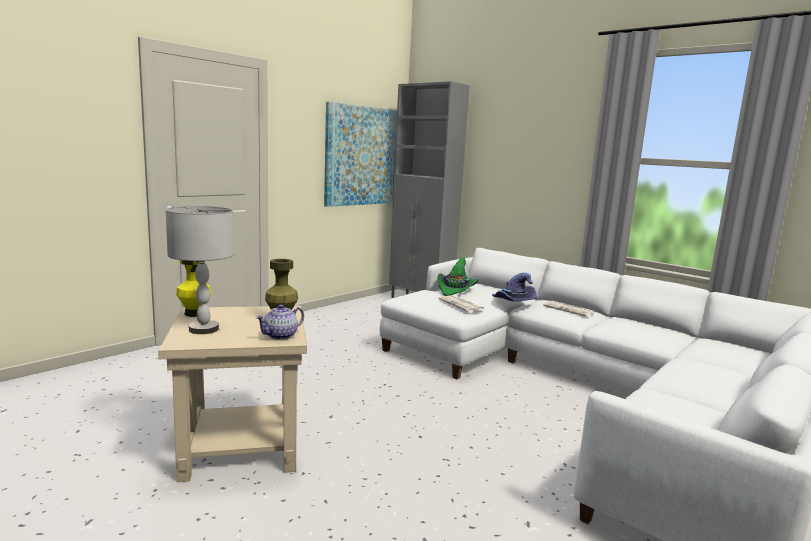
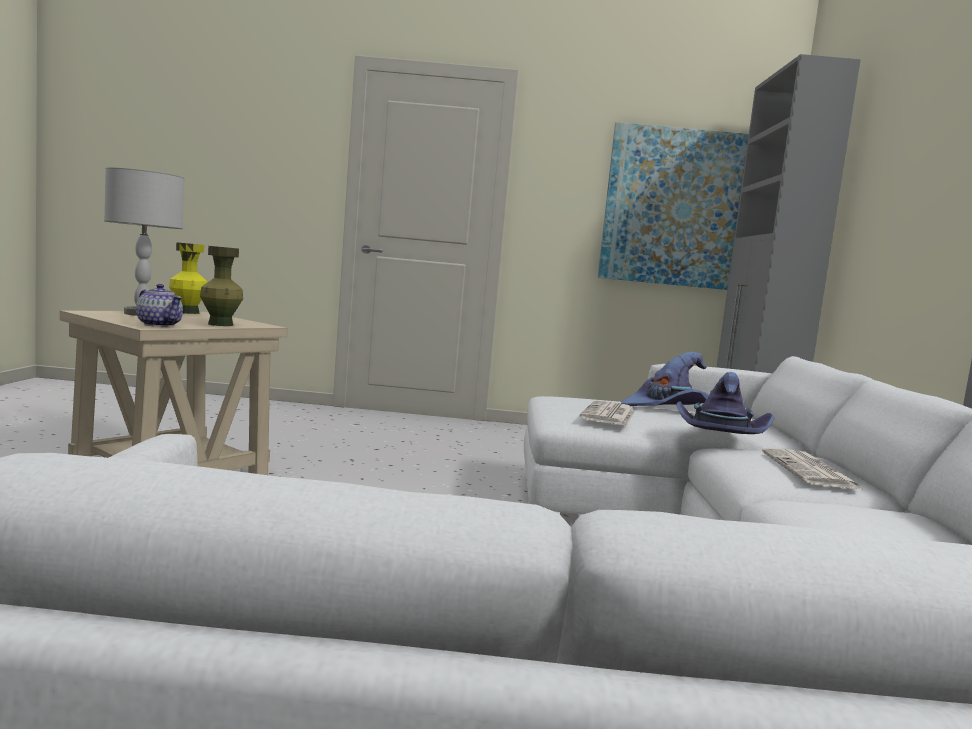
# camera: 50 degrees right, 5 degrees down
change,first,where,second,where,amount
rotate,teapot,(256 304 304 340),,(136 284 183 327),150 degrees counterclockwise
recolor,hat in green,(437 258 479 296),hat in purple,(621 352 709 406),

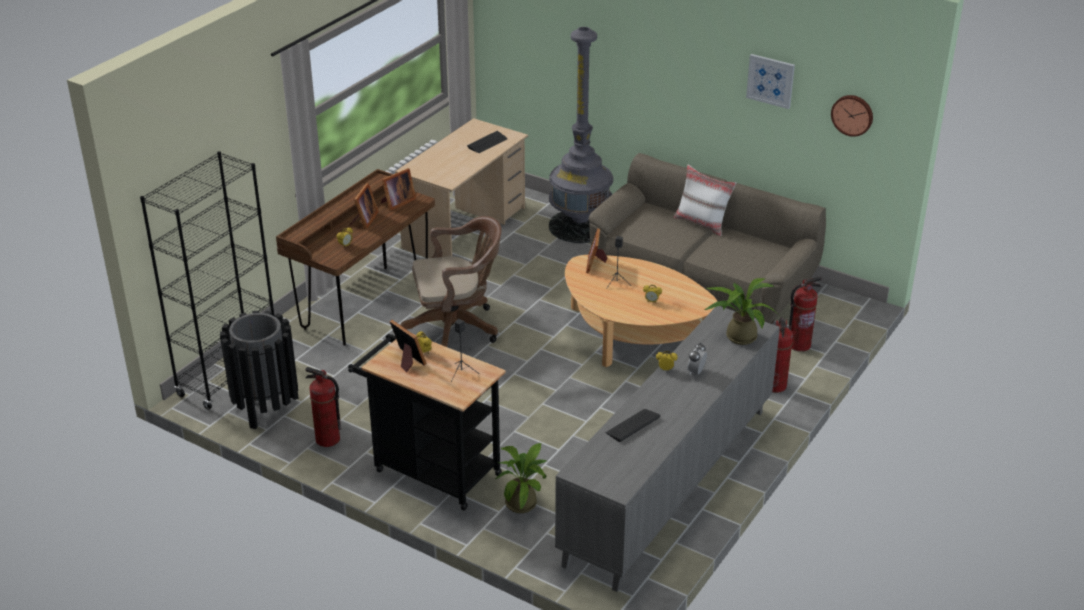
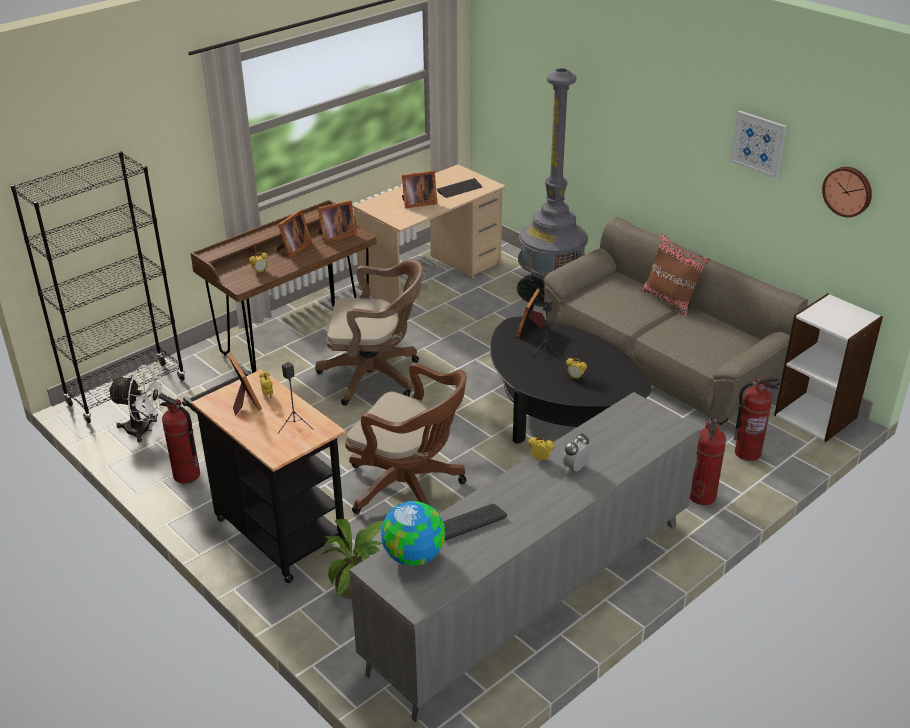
# camera: 15 degrees right, 0 degrees up
change,first,where,second,where,amount
replace,trash can in black,(220 311 299 429),fan in white,(108 365 165 443),
insert,,,office chair in brown,(345 363 467 514),
insert,,,globe,(381 501 445 566),
insert,,,picture frame,(402 171 437 208),
recolor,coffee table in beige,(565 255 718 367),coffee table in black,(490 317 651 444),
recolor,pillow in white,(674 165 736 236),pillow in brown,(641 234 710 317),
insert,,,bookcase in white,(774 293 883 442),
delete,potted plant,(704 278 780 345),,,

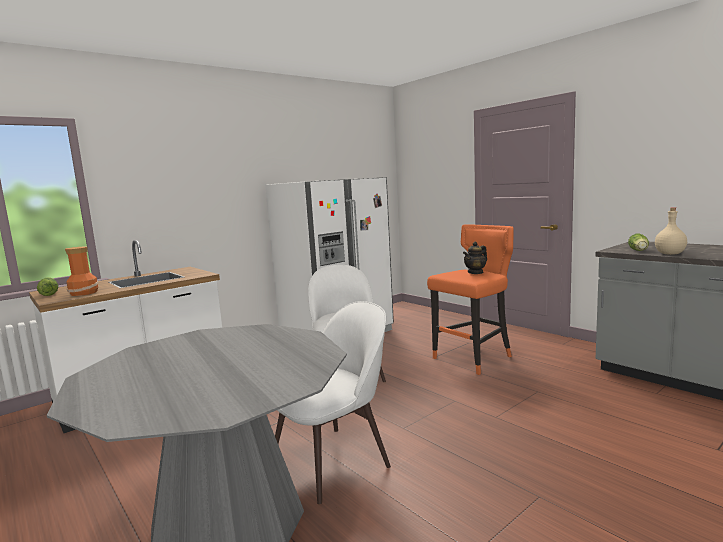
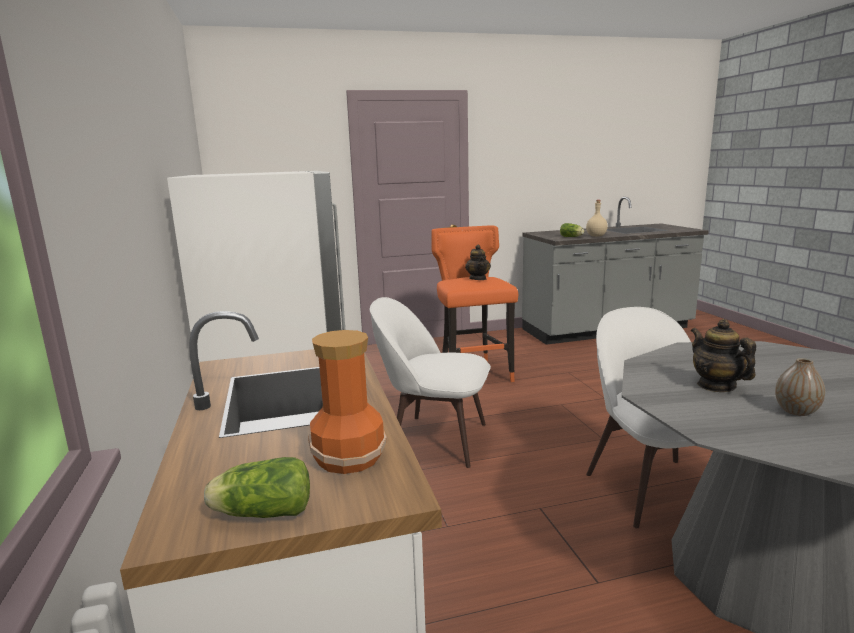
# camera: 65 degrees left, 5 degrees up
change,first,where,second,where,amount
insert,,,teapot,(691 319 756 392),
insert,,,vase,(775 358 825 416),

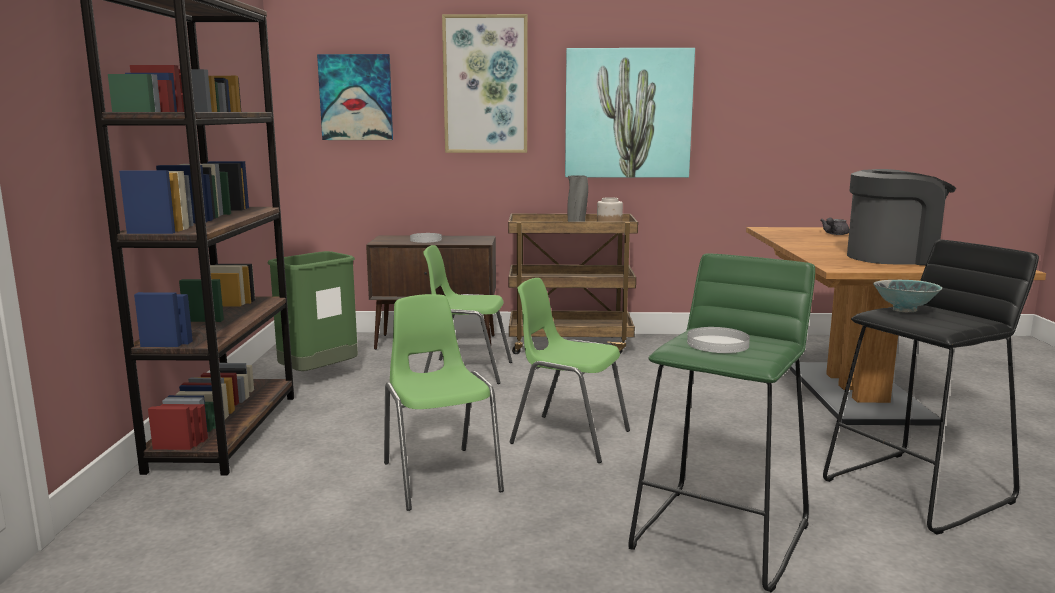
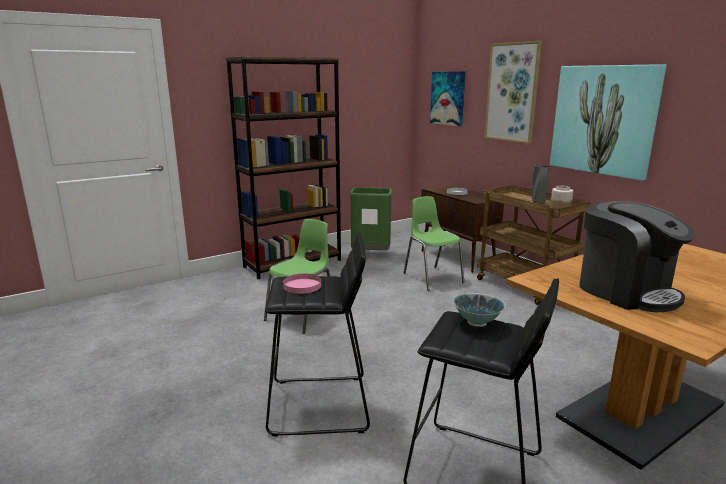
# camera: 55 degrees right, 5 degrees up
change,first,where,second,where,amount
recolor,stool in green,(628 253 815 593),stool in black,(265 233 370 436),
recolor,plate in white,(687 327 750 353),plate in pink,(283 274 321 294),
delete,chair in green,(509 278 630 463),,,
delete,teapot in grey,(820 218 849 235),,,

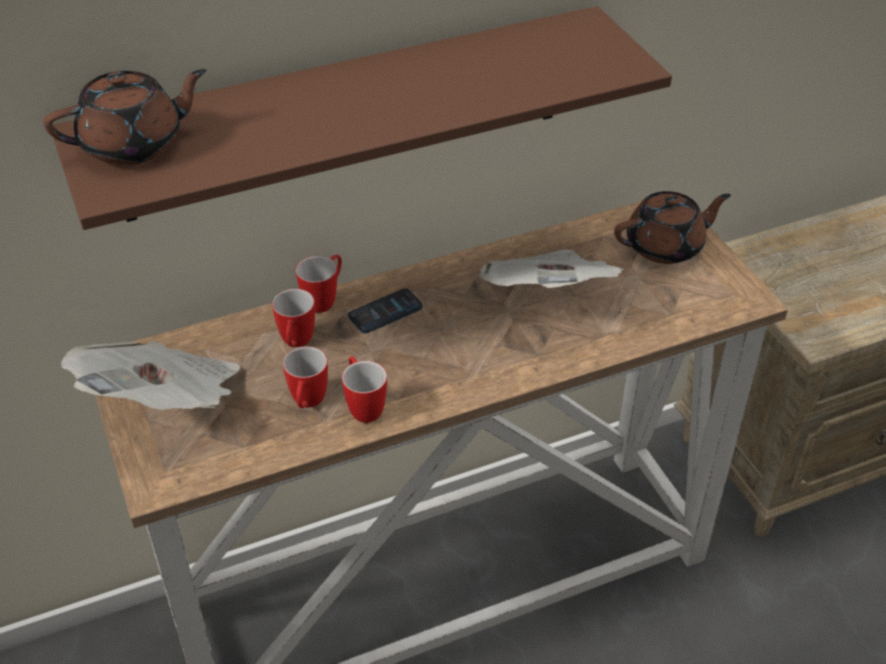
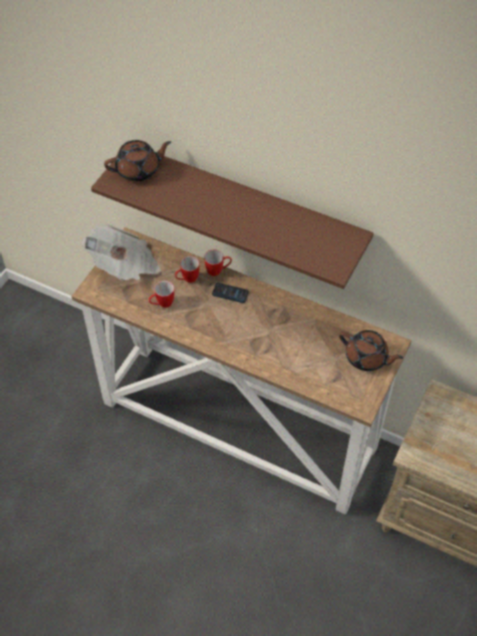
# camera: 50 degrees right, 10 degrees up
change,first,where,second,where,amount
rotate,teapot in brown,(44 69 207 165),,(104 140 171 182),45 degrees counterclockwise
delete,mug,(342 356 387 423),,,
delete,newspaper,(479 249 623 288),,,

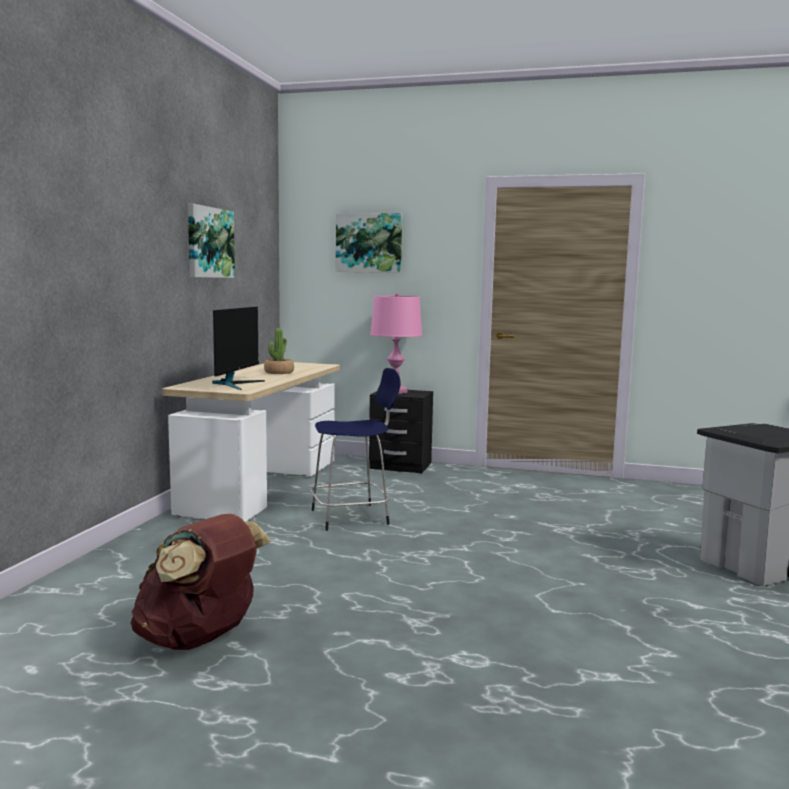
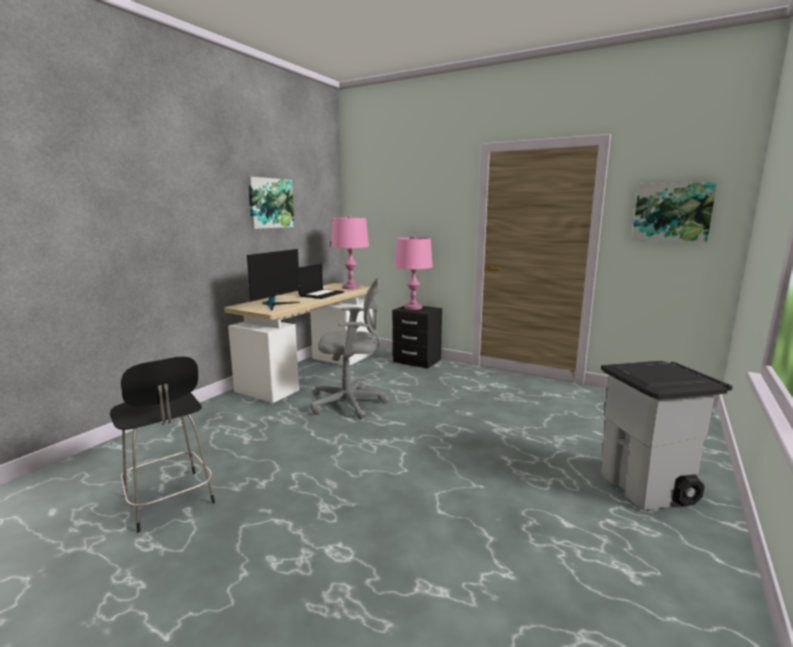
# camera: 15 degrees right, 5 degrees up
change,first,where,second,where,amount
replace,backpack in brown,(131 514 272 650),stool in black,(110 357 215 532),
replace,potted plant,(264 328 294 374),laptop,(298 264 344 299),
replace,stool in blue,(310 368 400 531),office chair in grey,(311 278 389 419),
insert,,,table lamp in pink,(331 215 369 289),
move,picture,(336 213 402 273),,(632 182 717 242),

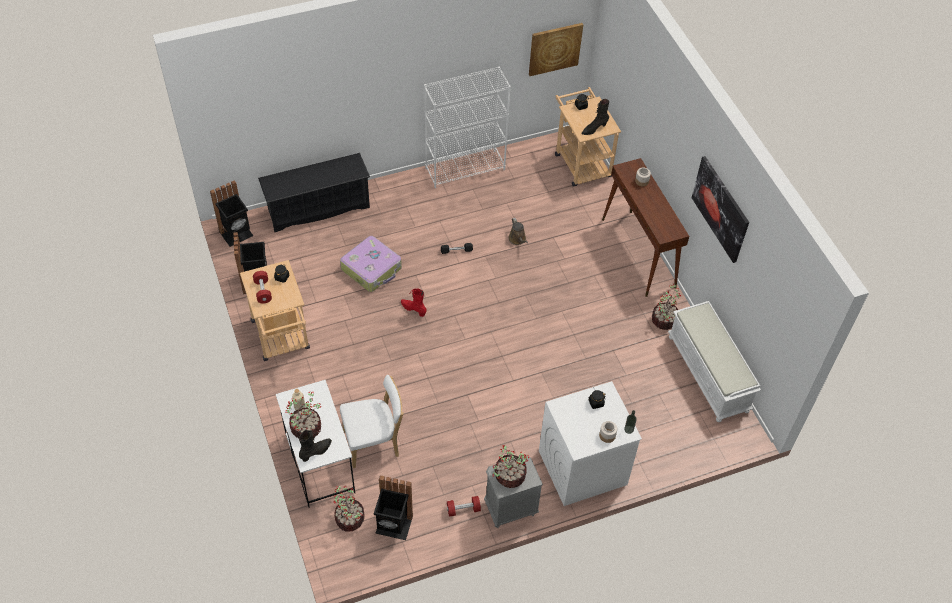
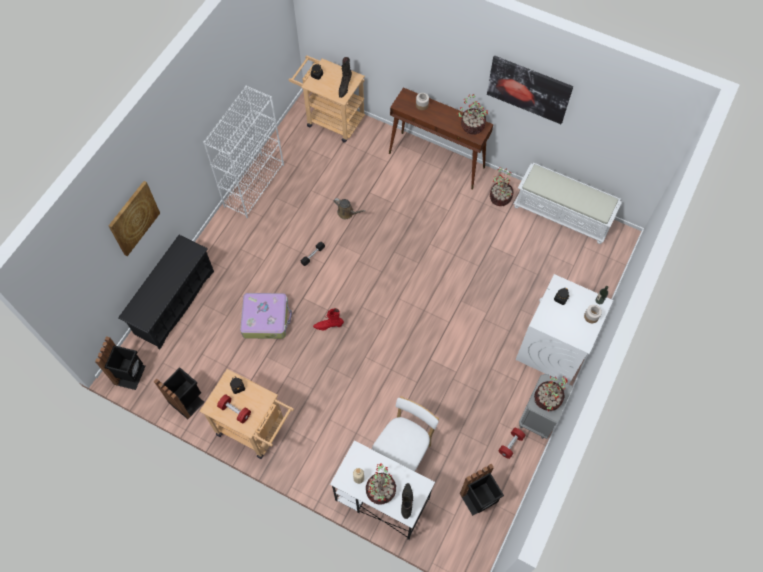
# camera: 40 degrees left, 10 degrees up
change,first,where,second,where,amount
move,picture,(529 23 583 76),,(109 181 160 256),
move,potted plant,(334 486 365 531),,(456 94 488 135),

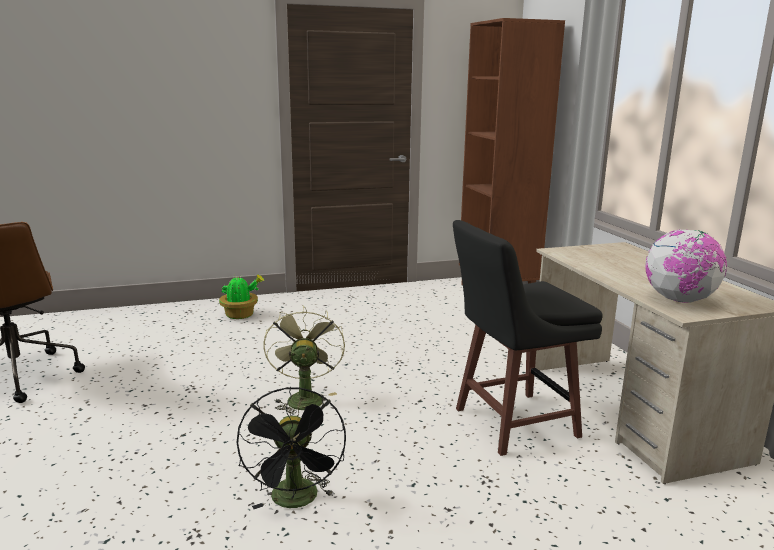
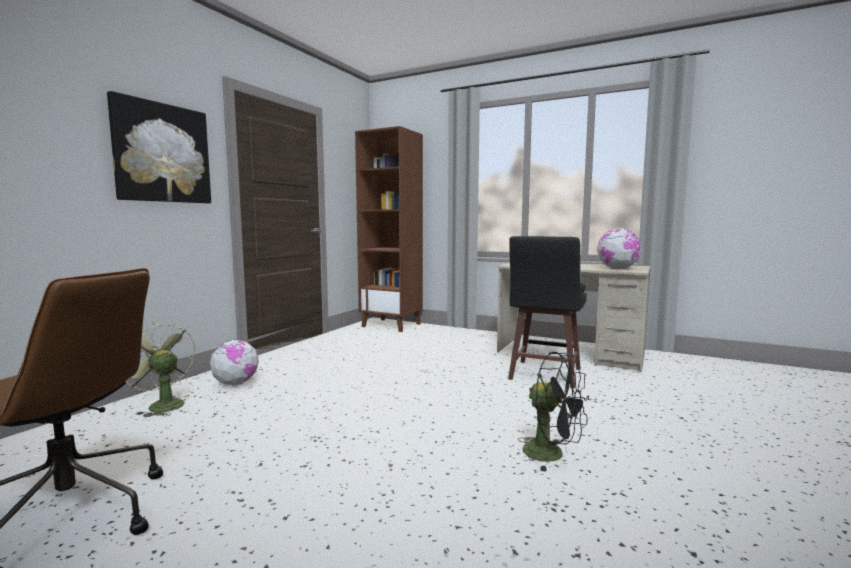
# camera: 45 degrees left, 10 degrees down
change,first,where,second,where,amount
insert,,,picture,(107 91 211 203),
move,fan in green,(263 305 345 416),,(126 322 195 417),
replace,potted plant,(219 274 264 319),globe,(210 339 259 385),

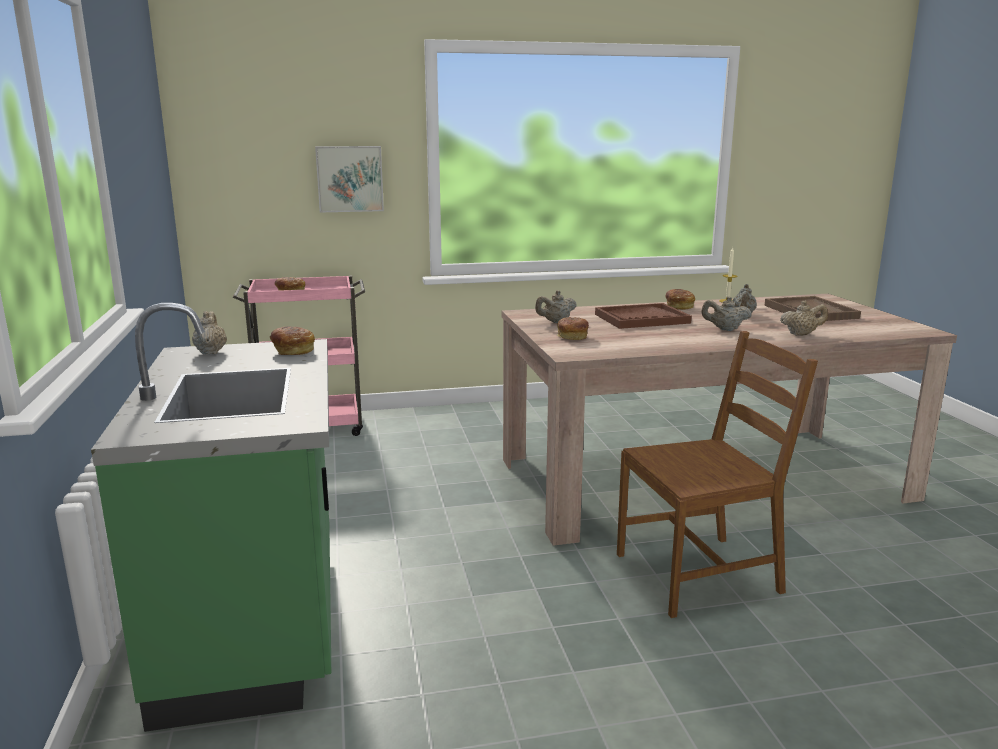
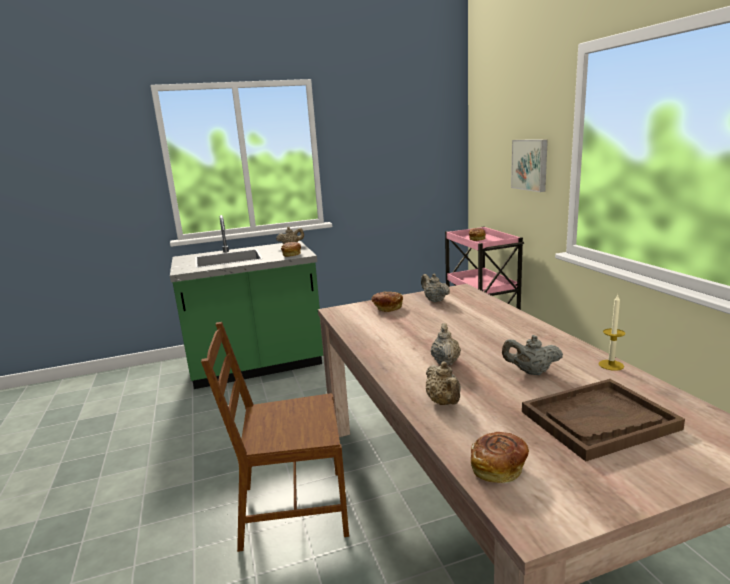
# camera: 85 degrees right, 0 degrees up
change,first,where,second,where,amount
rotate,chair in brown,(617 331 818 618),,(201 322 349 552),105 degrees clockwise
move,bread,(665 289 695 310),,(471 432 529 483),
delete,tray in brown,(595 303 692 329),,,

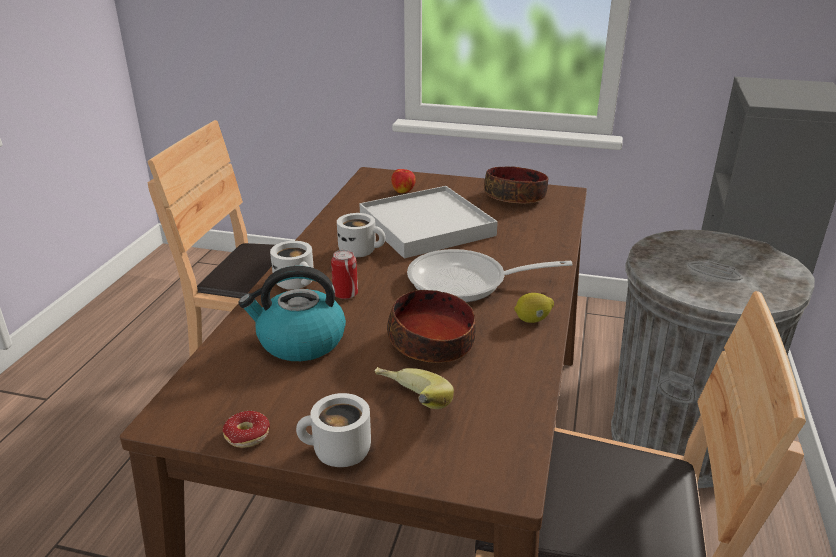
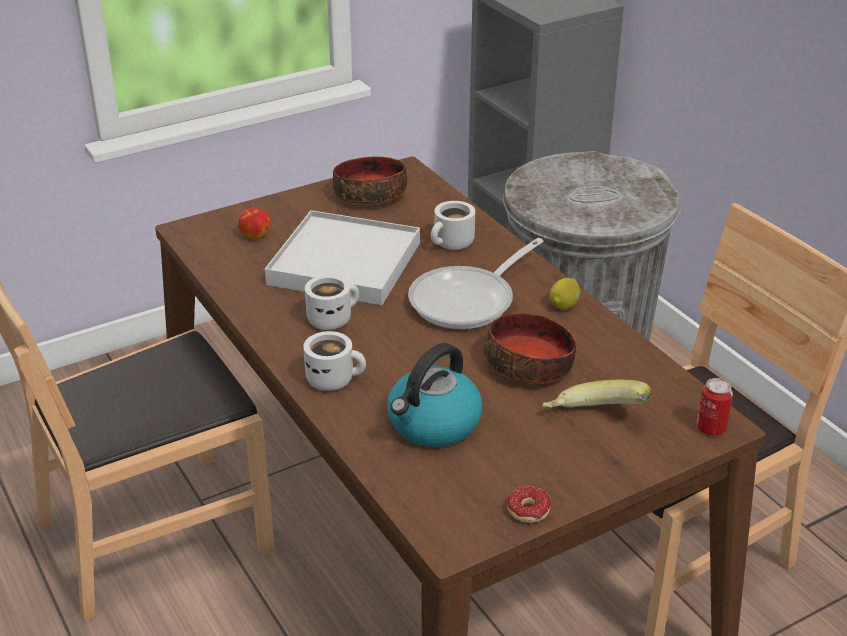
# camera: 45 degrees left, 5 degrees up
change,first,where,second,where,amount
move,mug in white,(296 393 371 467),,(431 201 475 250),
move,can,(331 250 358 299),,(696 378 733 436),

